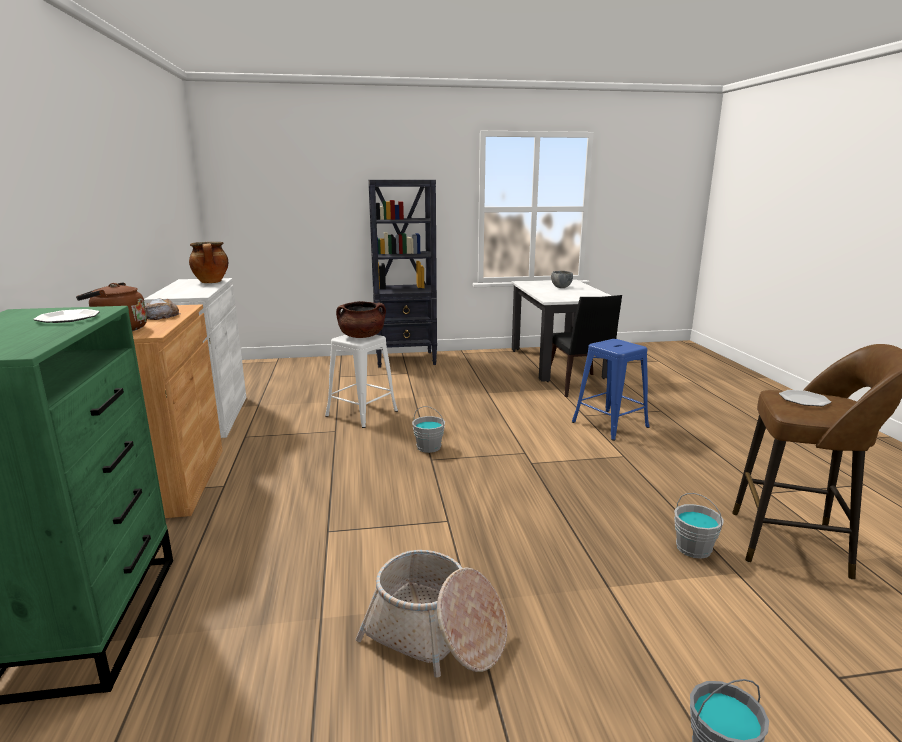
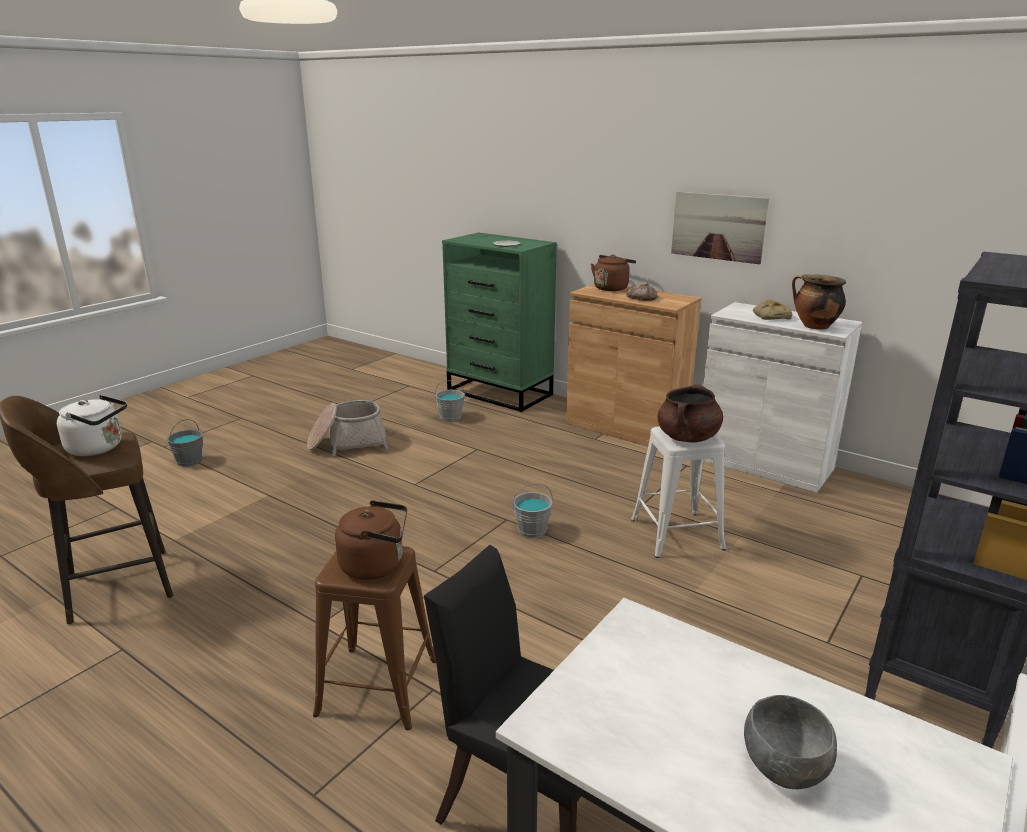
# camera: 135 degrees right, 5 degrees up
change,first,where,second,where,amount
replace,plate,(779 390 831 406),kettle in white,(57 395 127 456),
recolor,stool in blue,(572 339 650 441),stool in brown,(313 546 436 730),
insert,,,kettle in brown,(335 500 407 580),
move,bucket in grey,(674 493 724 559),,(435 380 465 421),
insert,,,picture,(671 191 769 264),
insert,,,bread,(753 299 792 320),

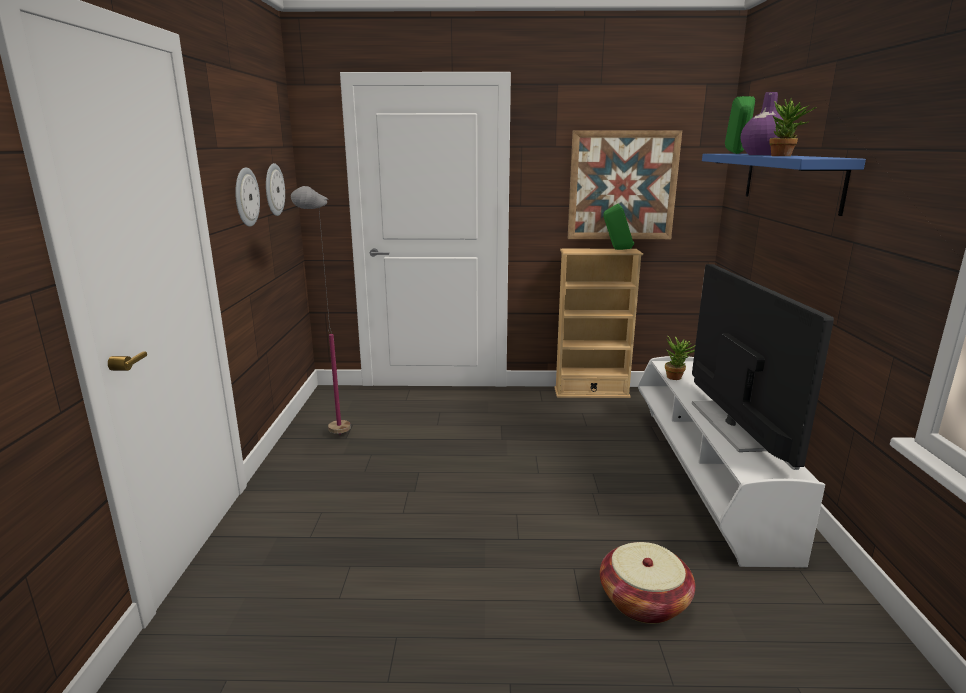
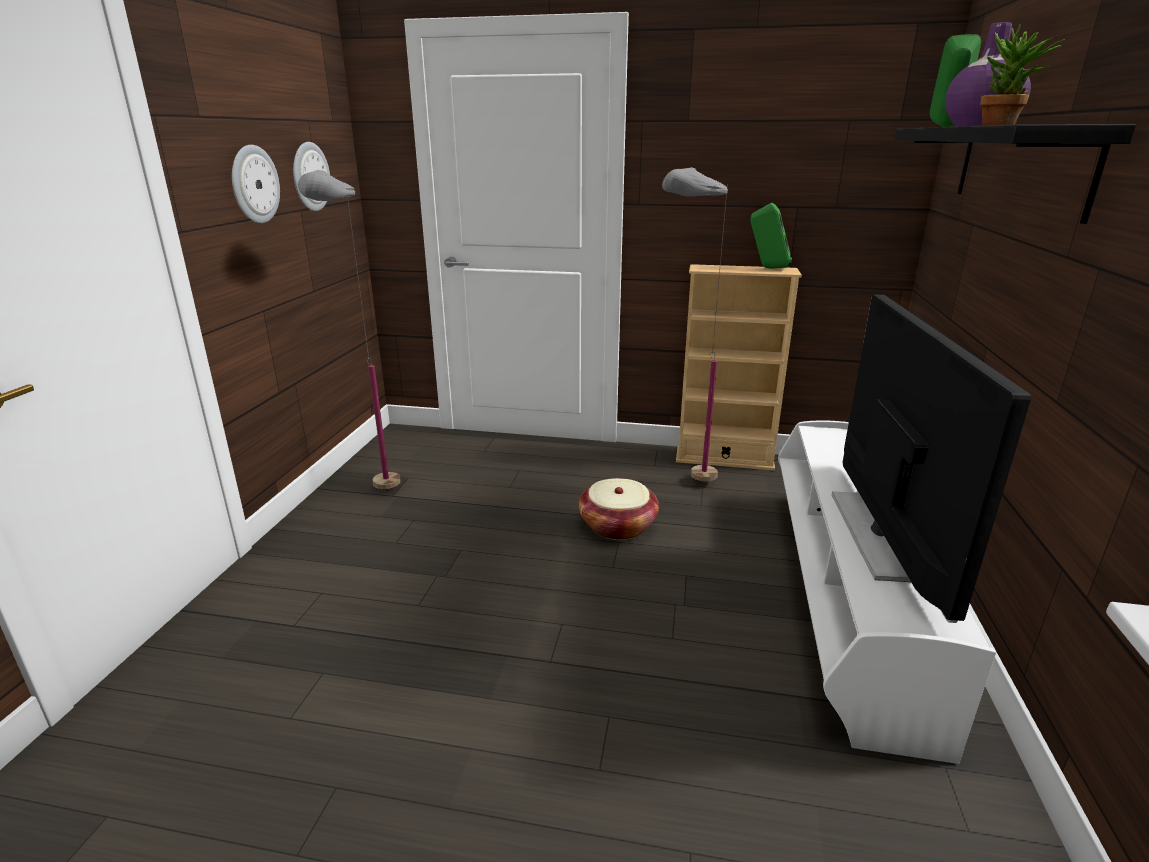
# camera: 10 degrees right, 5 degrees up
change,first,where,second,where,amount
move,basket,(600 542 695 624),,(579 478 659 540),
insert,,,floor lamp in grey,(662 167 728 483),
recolor,shelf in blue,(702 154 866 216),shelf in black,(894 124 1136 224),
delete,picture,(568 130 682 239),,,
delete,potted plant,(665 336 695 380),,,

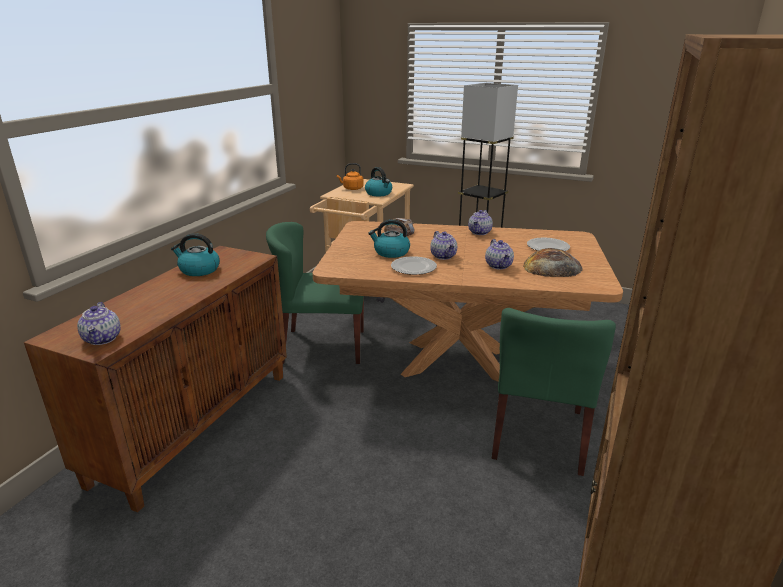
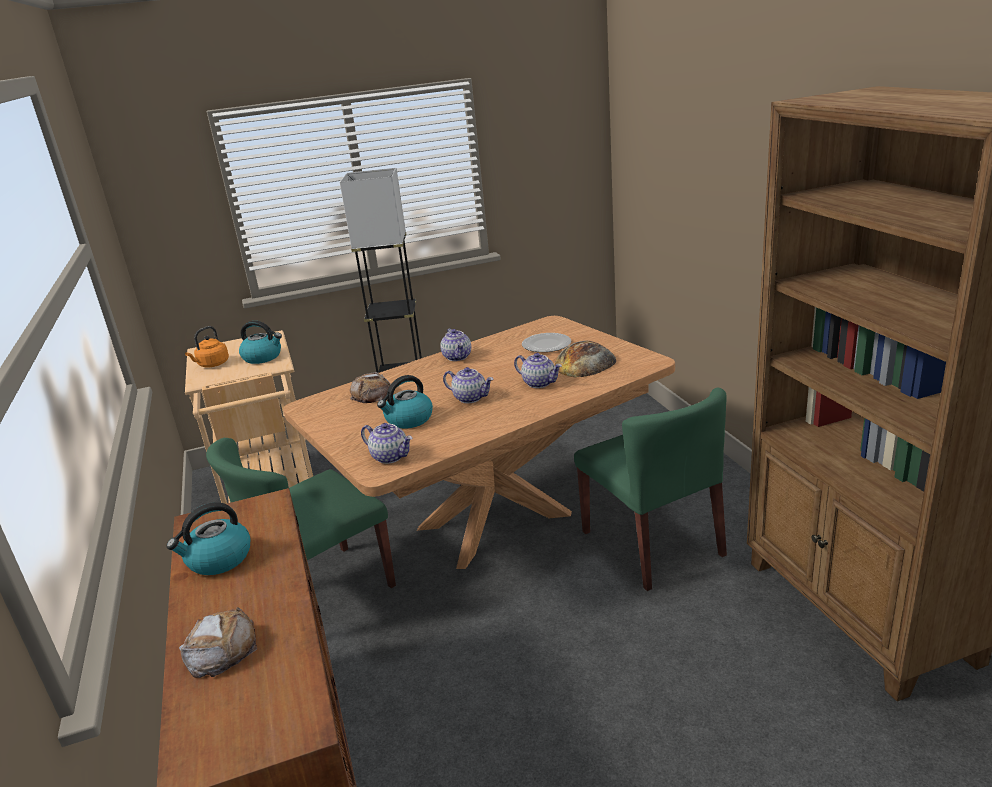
# camera: 40 degrees left, 0 degrees up
change,first,where,second,where,amount
insert,,,bread,(179 607 257 678),
move,teapot,(77 302 121 345),,(361 423 412 464),
delete,plate,(391 256 437 275),,,

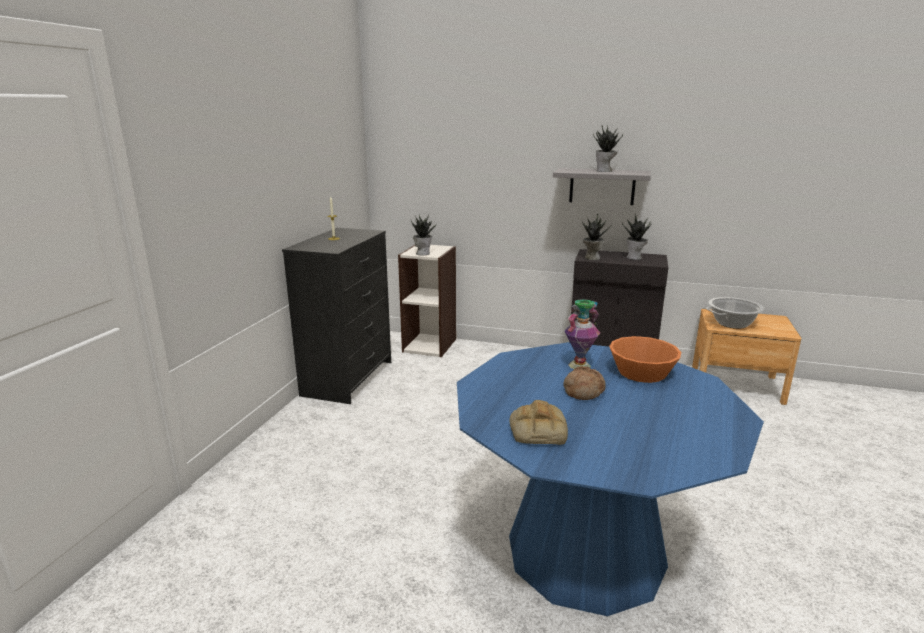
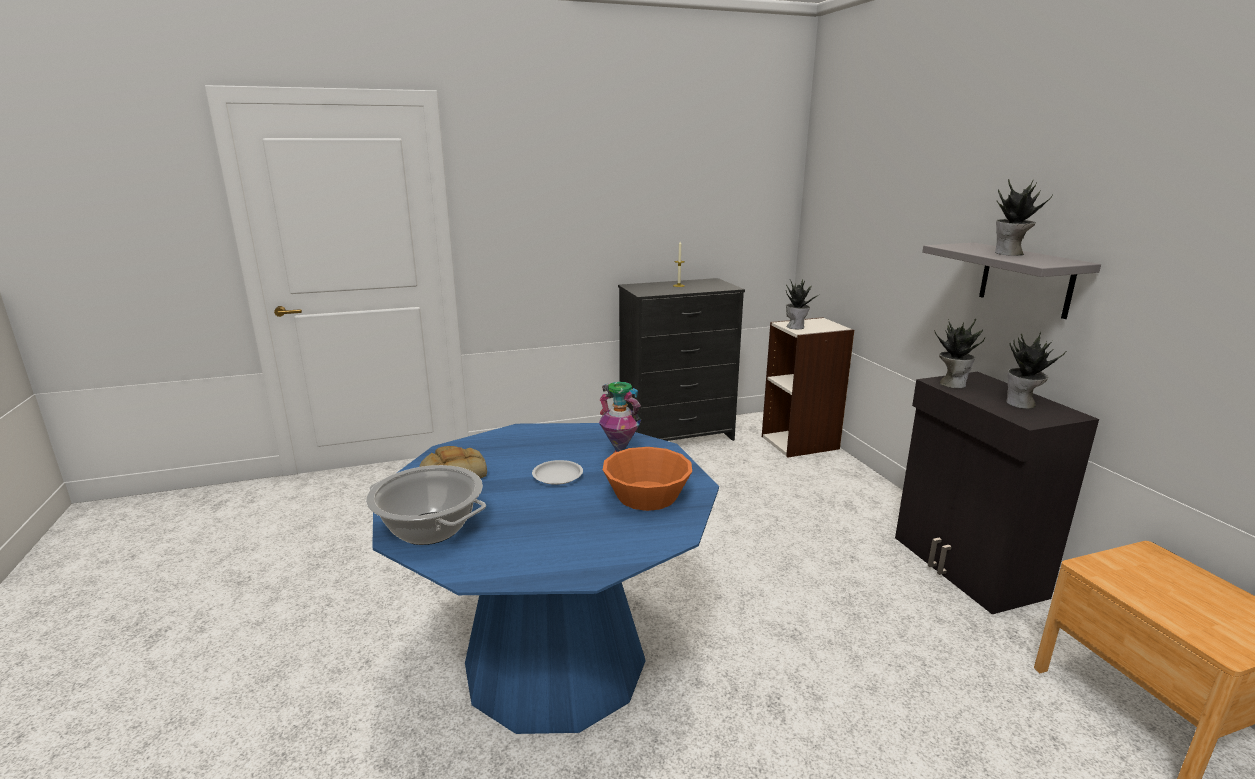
# camera: 55 degrees right, 0 degrees up
change,first,where,second,where,amount
move,cooking pot,(706 297 765 329),,(366 465 486 545),
replace,bread,(564 366 606 400),plate in white,(532 460 583 485),

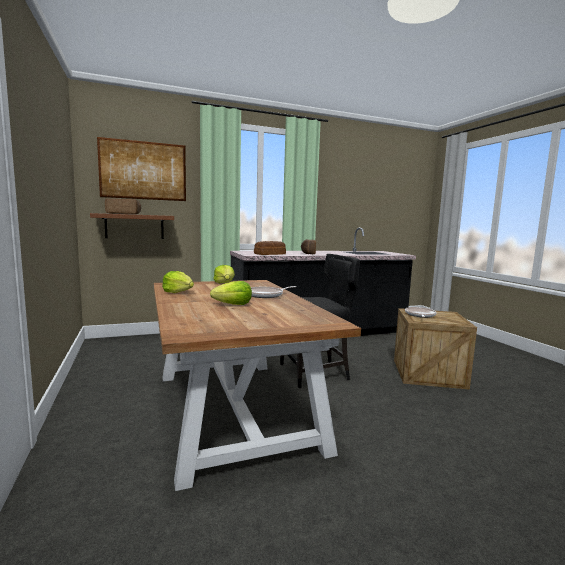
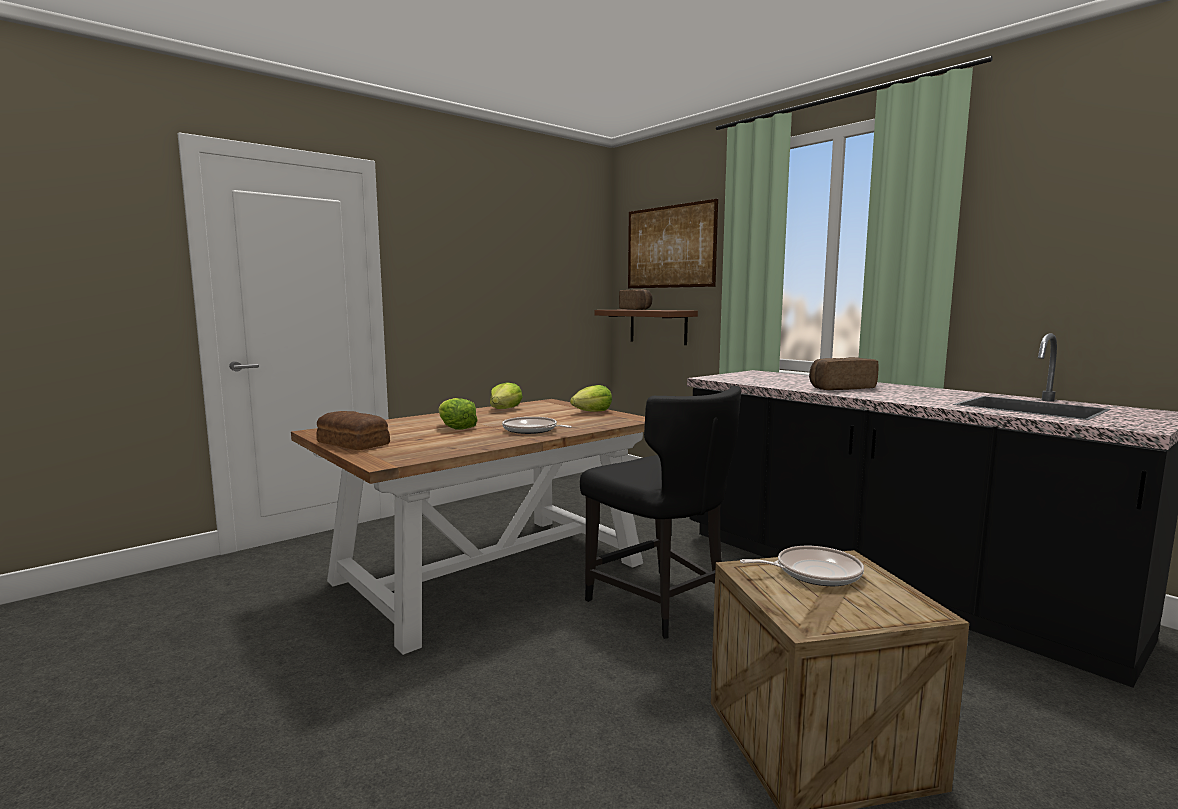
# camera: 70 degrees right, 0 degrees up
change,first,where,second,where,amount
move,bread,(254 241 286 255),,(316 411 390 450),

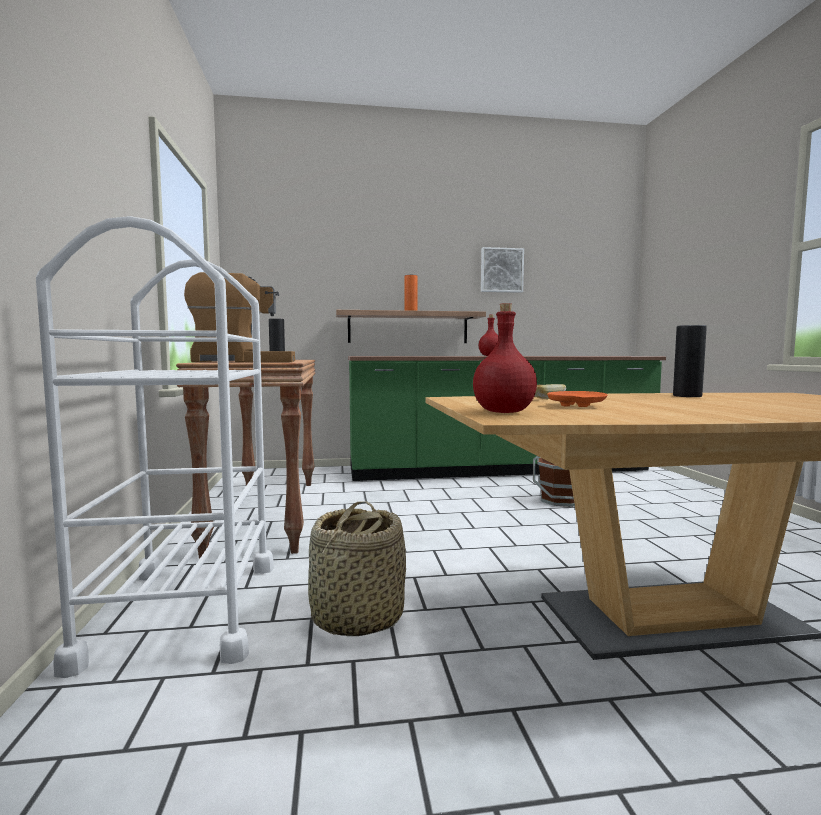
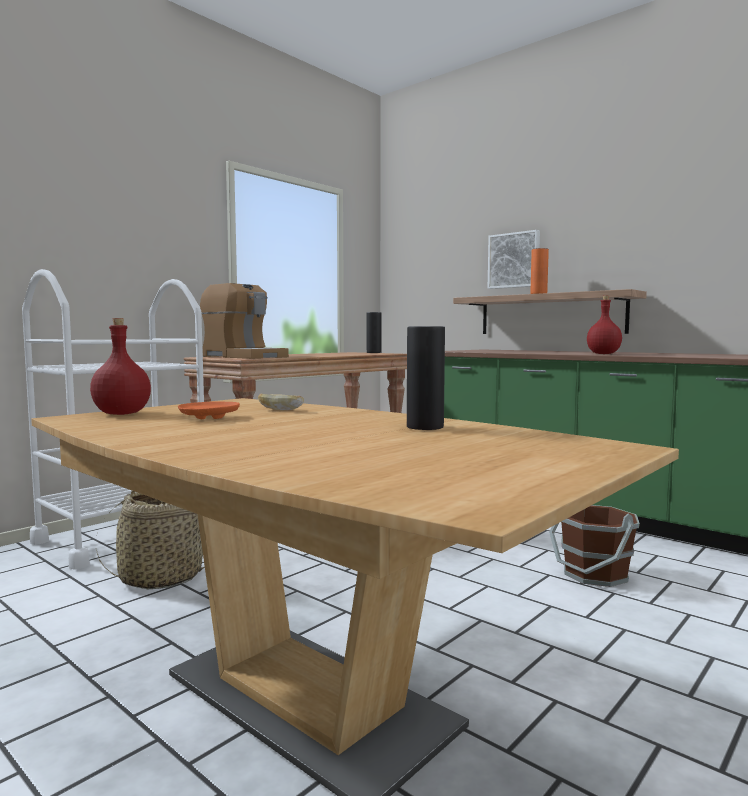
# camera: 50 degrees right, 0 degrees up
change,first,where,second,where,amount
move,picture,(481 247 524 293),,(488 230 540 289),

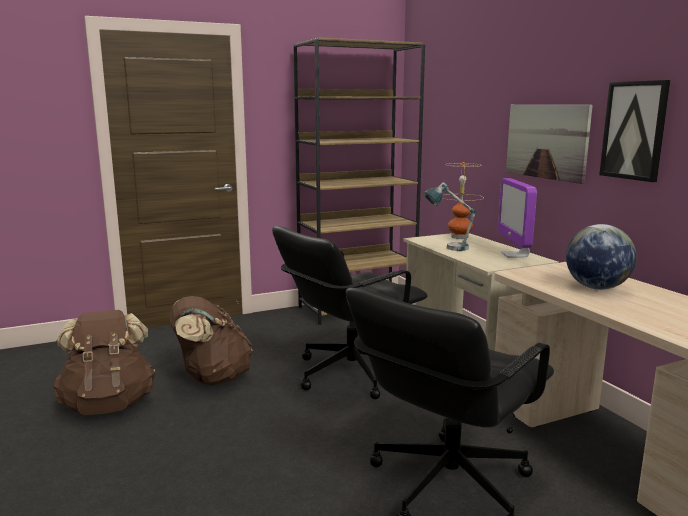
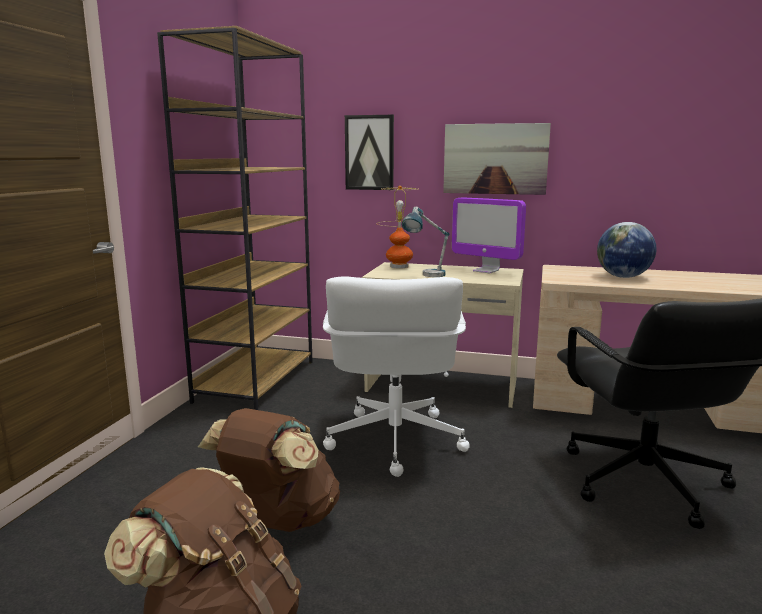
# camera: 50 degrees left, 0 degrees up
change,first,where,second,where,amount
recolor,office chair in black,(272 226 427 399),office chair in white,(323 276 470 477),
move,picture,(599 80 670 182),,(345 115 394 190),

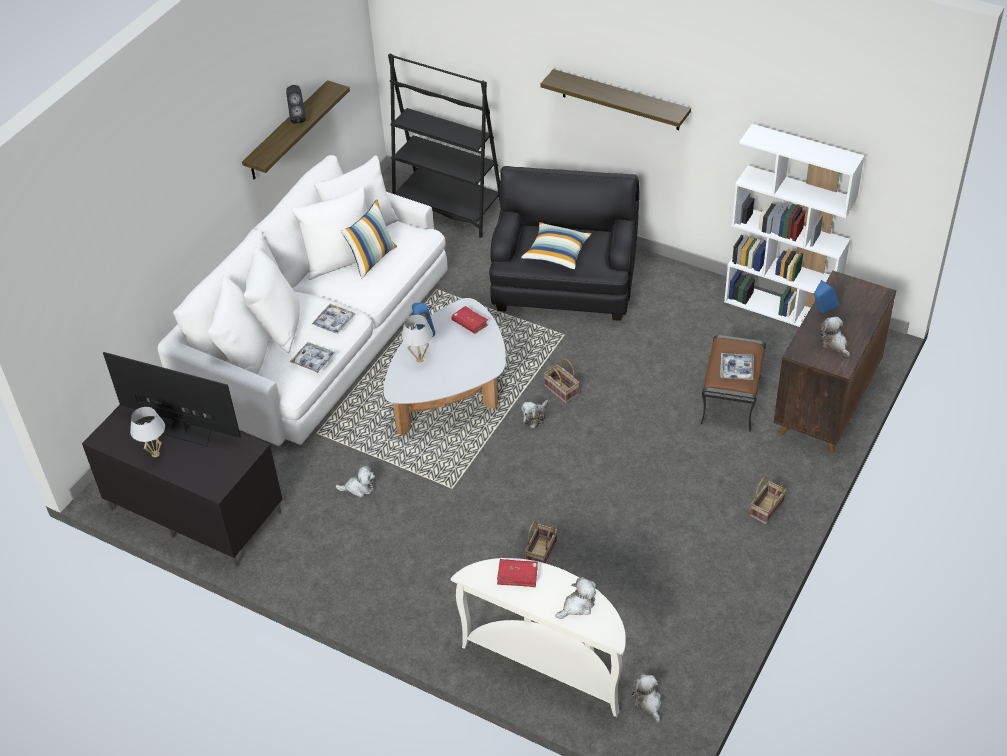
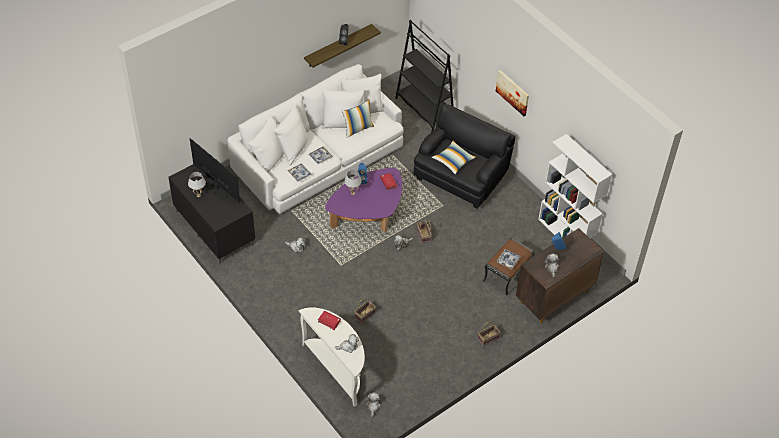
# camera: 20 degrees right, 5 degrees up
change,first,where,second,where,amount
recolor,coffee table in white,(384 298 506 435),coffee table in purple,(325 168 402 232),
replace,shelf,(540 69 691 130),picture,(496 70 529 116),

